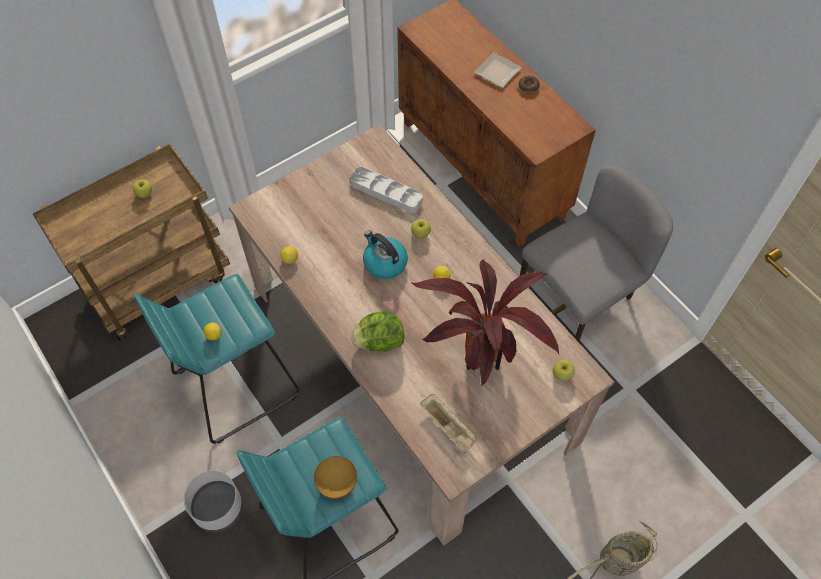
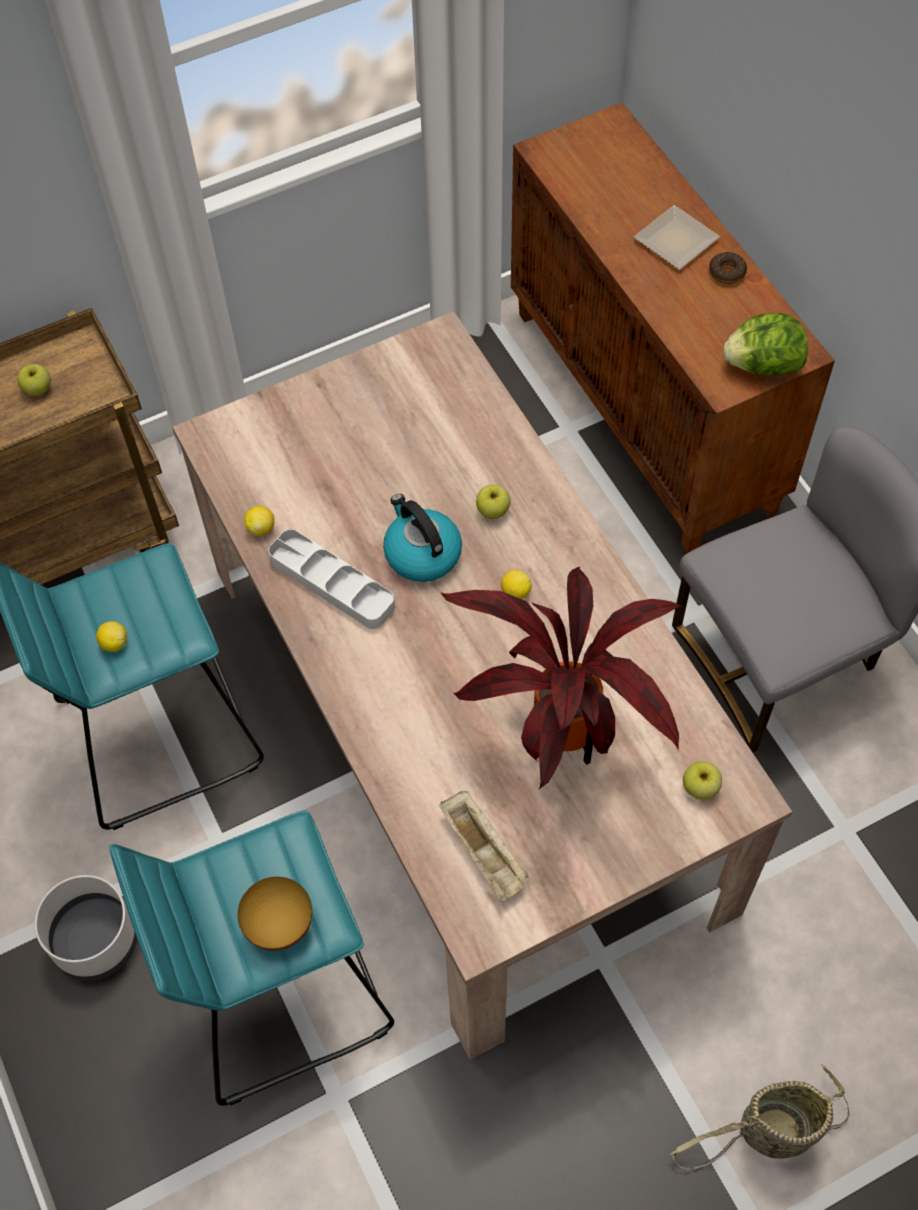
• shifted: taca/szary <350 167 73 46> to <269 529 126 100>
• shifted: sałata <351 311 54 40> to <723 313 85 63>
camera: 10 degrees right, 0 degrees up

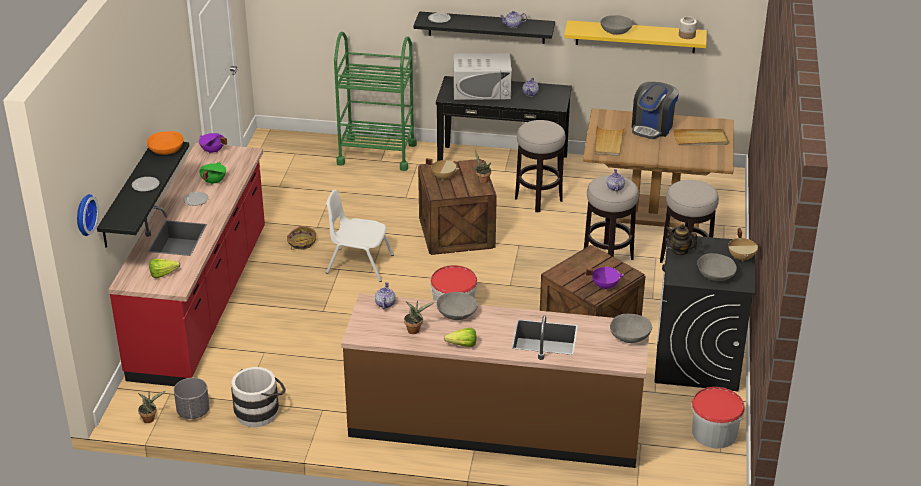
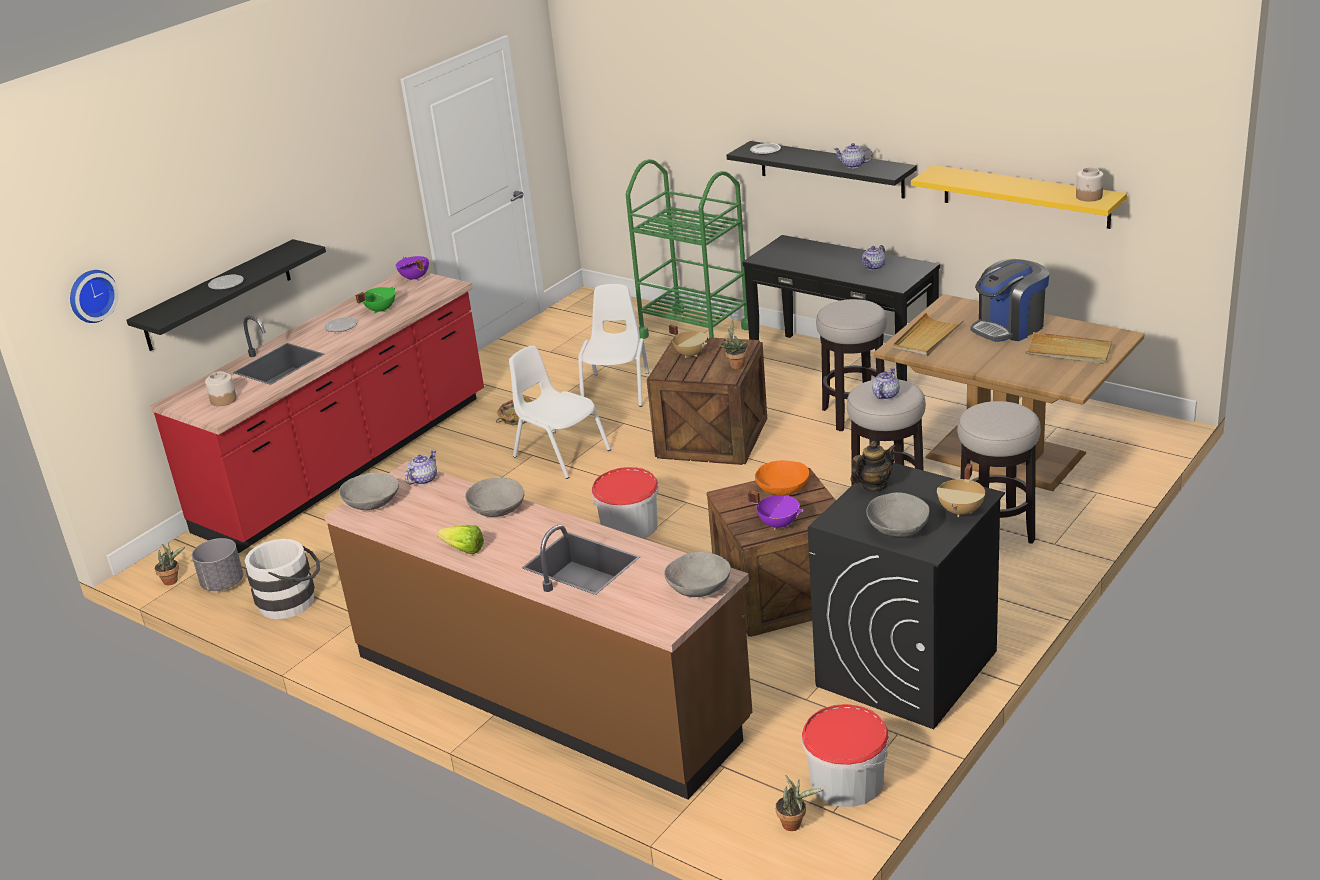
• swapped: sałata <149 259 31 19> to słoik <205 371 32 35>
• shifted: miska/szary <600 15 33 20> to <339 473 60 37>
• new: krzesło/biały <578 284 71 123>
• shifted: miska/pomarańczowy <147 131 37 24> to <755 460 54 36>
• shifted: roślina doniczkowa <404 300 31 34> to <775 775 48 56>
• rotated: imbryk <666 224 32 32> = <851 441 45 50> 90 degrees clockwise
• gone: mikrofalówka/biały <453 53 59 47>
camera: 30 degrees right, 5 degrees down

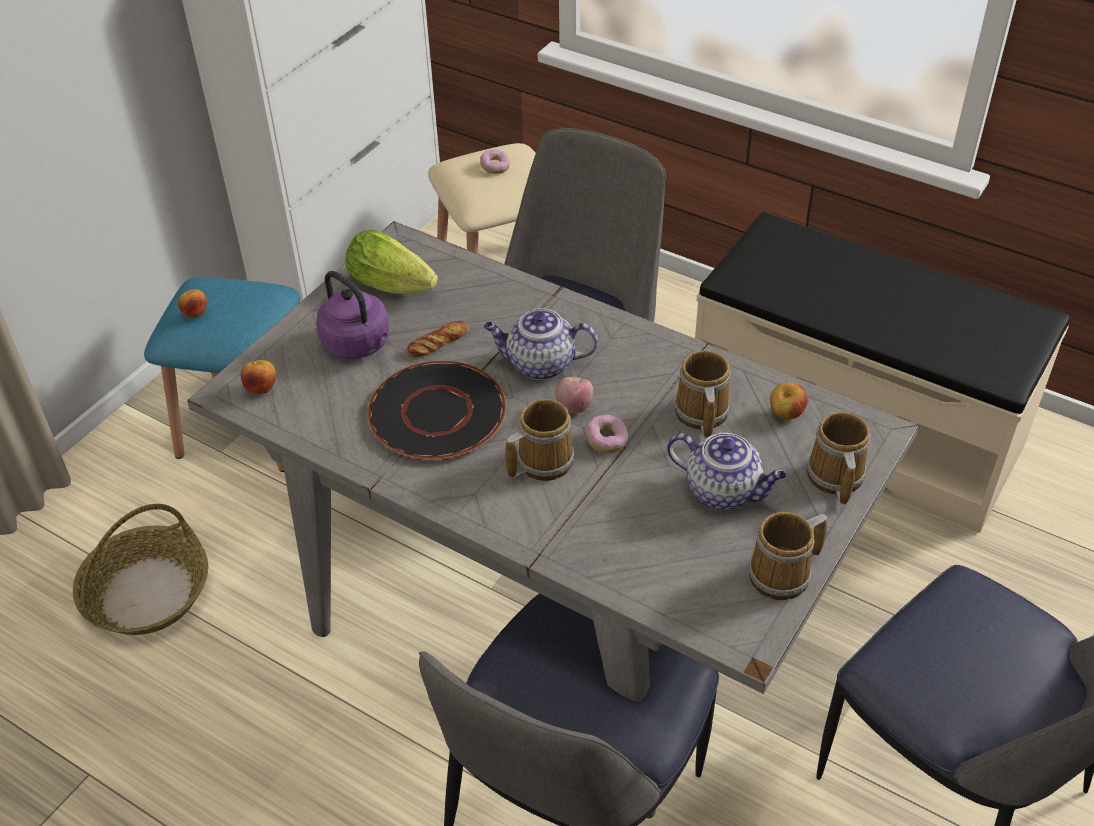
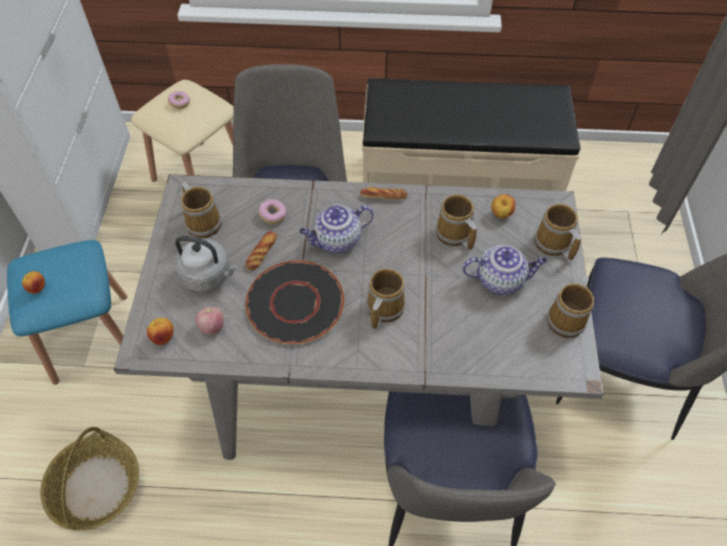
• repainted: czajnik/fioletowy <316 271 73 88> to czajnik/szary <175 236 63 56>
• swapped: sałata <346 230 92 64> to kubek <181 182 41 56>
• shifted: jabłko <555 377 38 36> to <196 307 28 28>
• shifted: donut <585 415 44 38> to <258 199 29 25>
• new: chleb <360 187 48 12>
camera: 30 degrees left, 10 degrees up

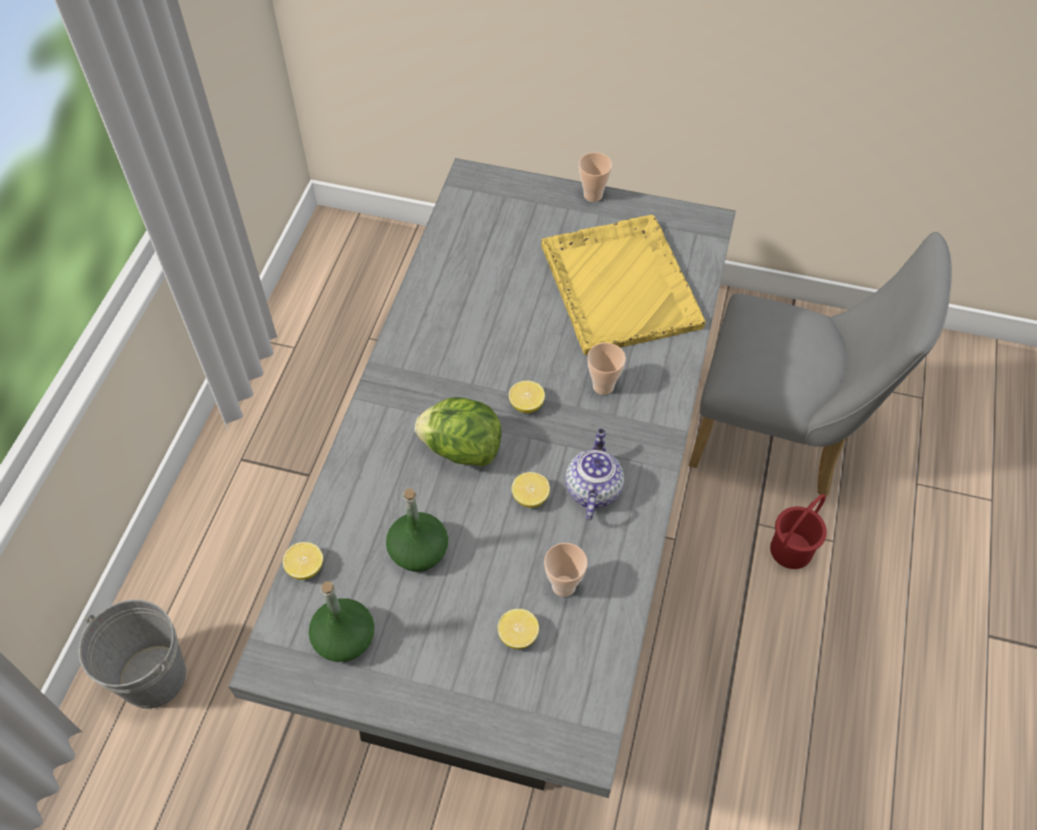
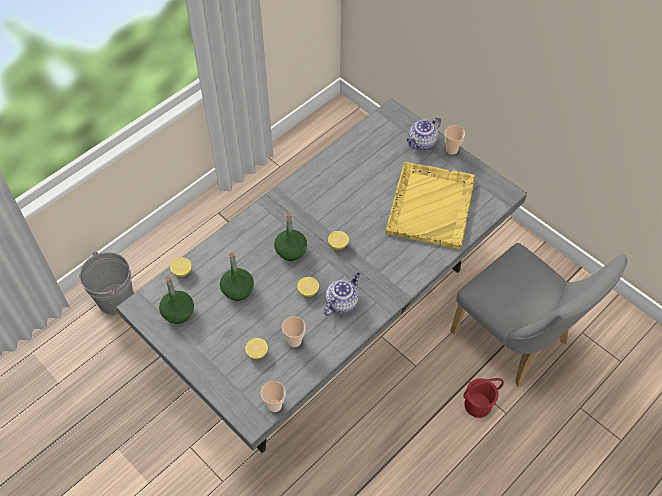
• shifted: filiżanka <587 343 39 52> to <261 381 25 31>
• swapped: sałata <415 397 86 69> to butelka/zielony <274 212 33 49>
• new: imbryk <407 117 34 33>
camera: 30 degrees right, 0 degrees up

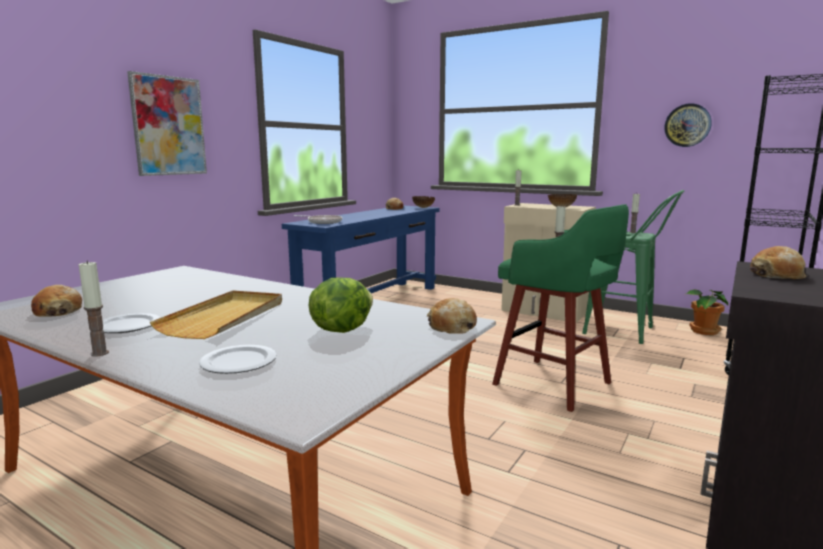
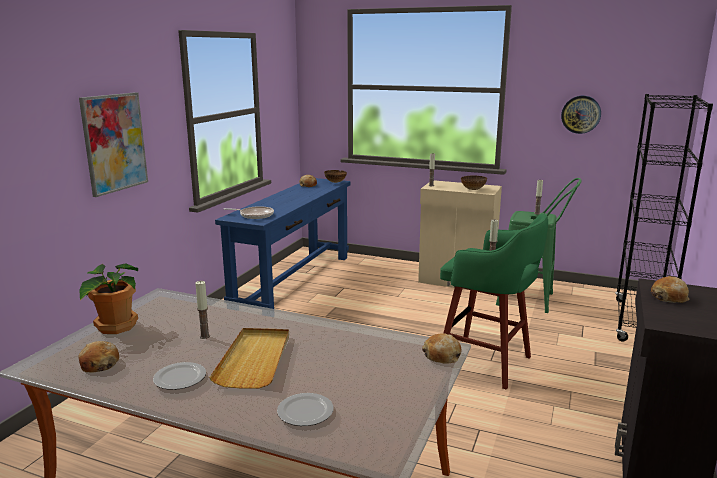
• shifted: roślina doniczkowa <686 289 42 46> to <79 263 59 71>
• shifted: świeca <79 260 30 97> to <195 281 15 58>
• gone: sałata <309 278 64 55>
camera: 10 degrees left, 5 degrees up

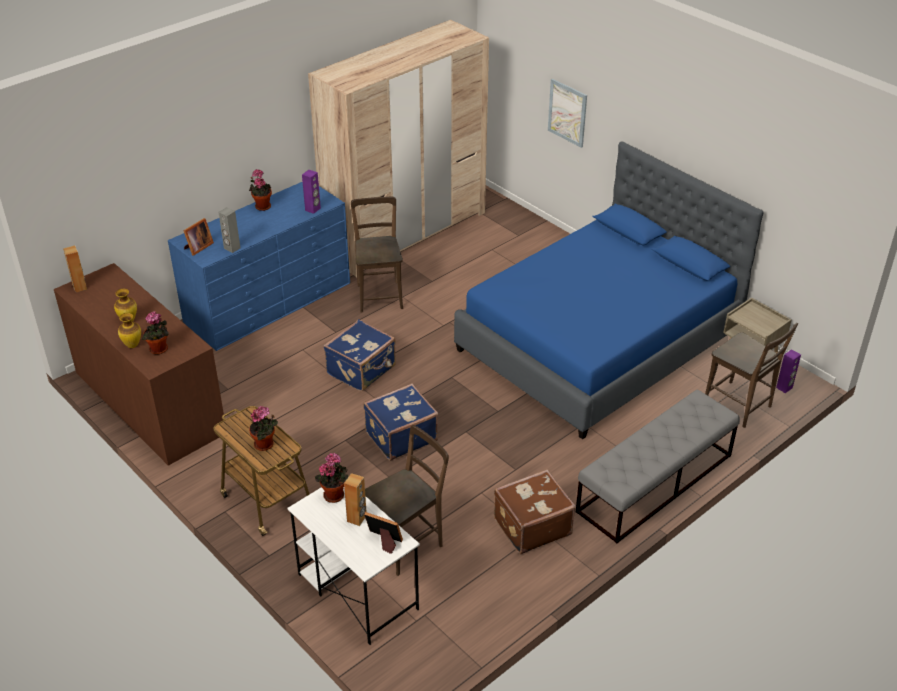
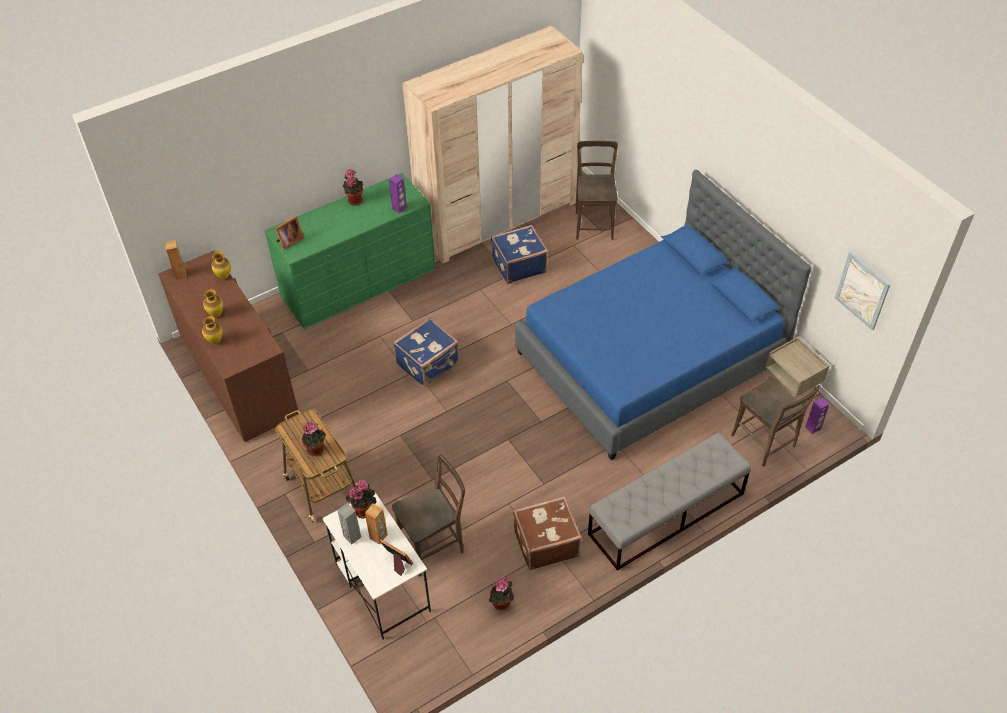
• new: wazon <212 251 19 28>
• repainted: komoda/niebieski <168 182 182 169> to komoda/zielony <265 173 171 156>
• shifted: głośnik/szary <219 207 21 46> to <337 503 24 41>
• shifted: roślina doniczkowa <142 311 27 44> to <489 577 25 34>
• shifted: walizka/niebieski <363 383 75 78> to <491 225 57 59>
• shifted: krzesło/brązowy <351 197 52 115> to <576 141 42 99>
• shifted: obraz <548 79 39 69> to <835 252 55 79>
camera: 10 degrees right, 10 degrees up

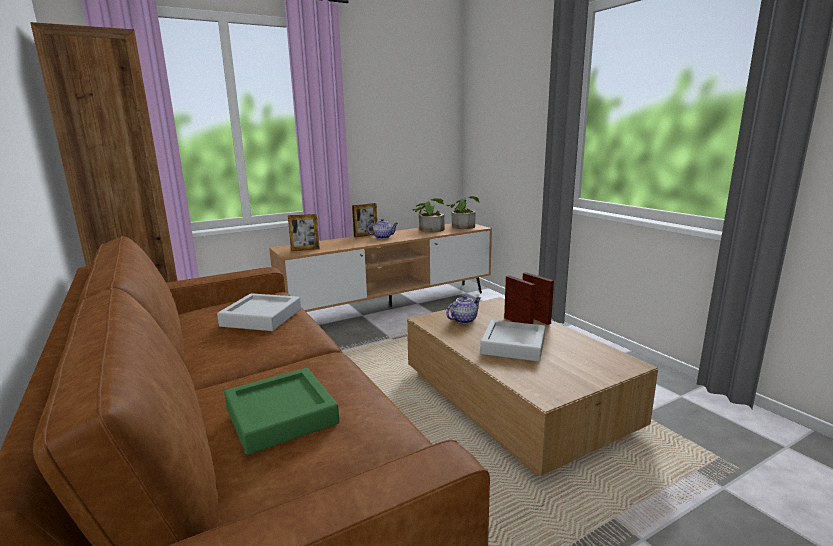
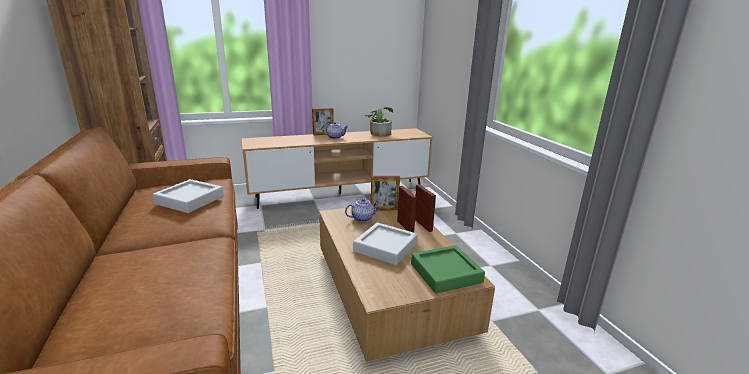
• shifted: ramka na zdjęcie <288 214 32 37> to <371 176 29 34>
• shifted: taca/zielony <224 368 115 87> to <411 245 74 49>
• gone: roślina doniczkowa <446 196 33 33>
camera: 10 degrees right, 5 degrees up

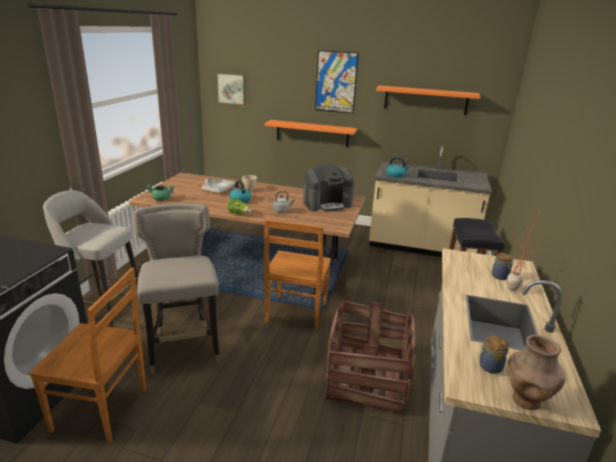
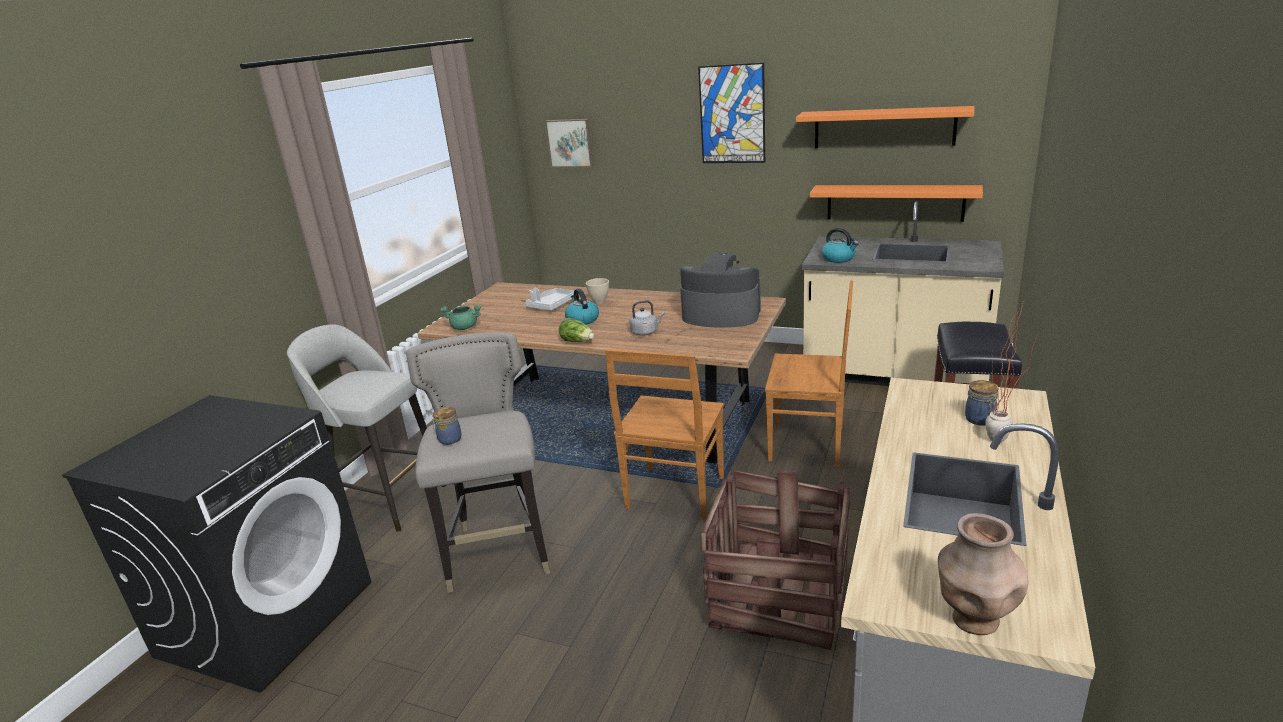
• shifted: słoik <478 335 31 39> to <431 407 31 38>
• rotated: ekspres do kawy <303 164 51 48> = <680 253 81 75> 150 degrees counterclockwise
• shifted: krzesło/brązowy <29 268 117 175> to <765 280 88 187>
• shifted: półka/pomarańczowy <265 120 92 28> to <810 185 173 37>
camera: 10 degrees right, 0 degrees up

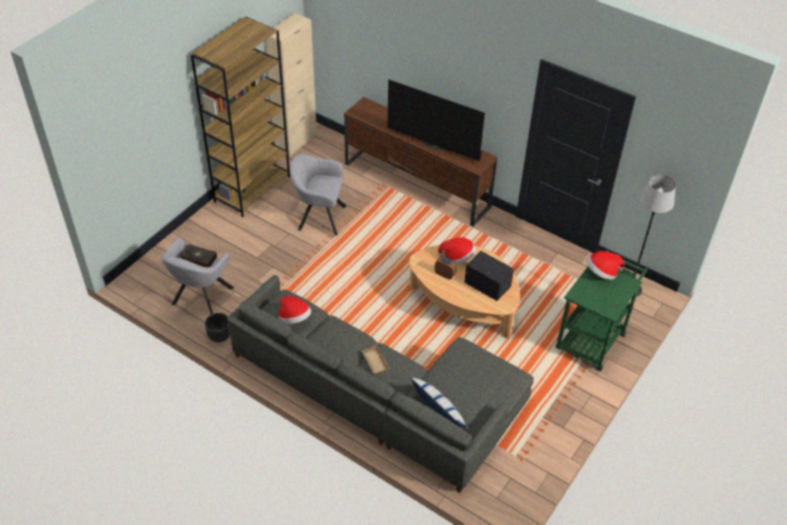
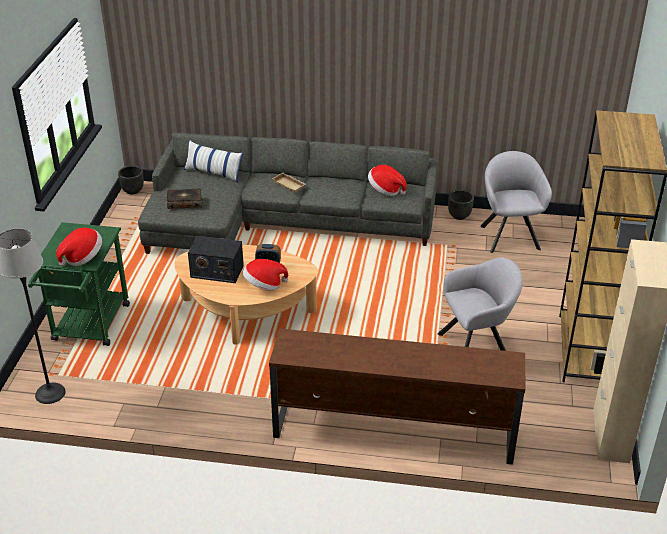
• new: donica/czarny <118 166 26 28>
• shifted: książka <180 244 37 23> to <167 188 35 21>
• gone: telewizor <387 80 98 81>
camera: 155 degrees right, 10 degrees down

